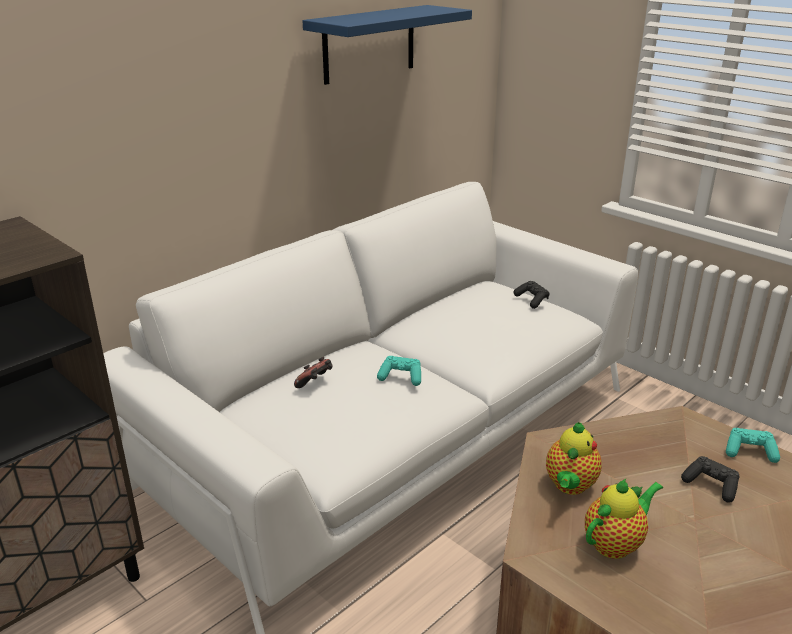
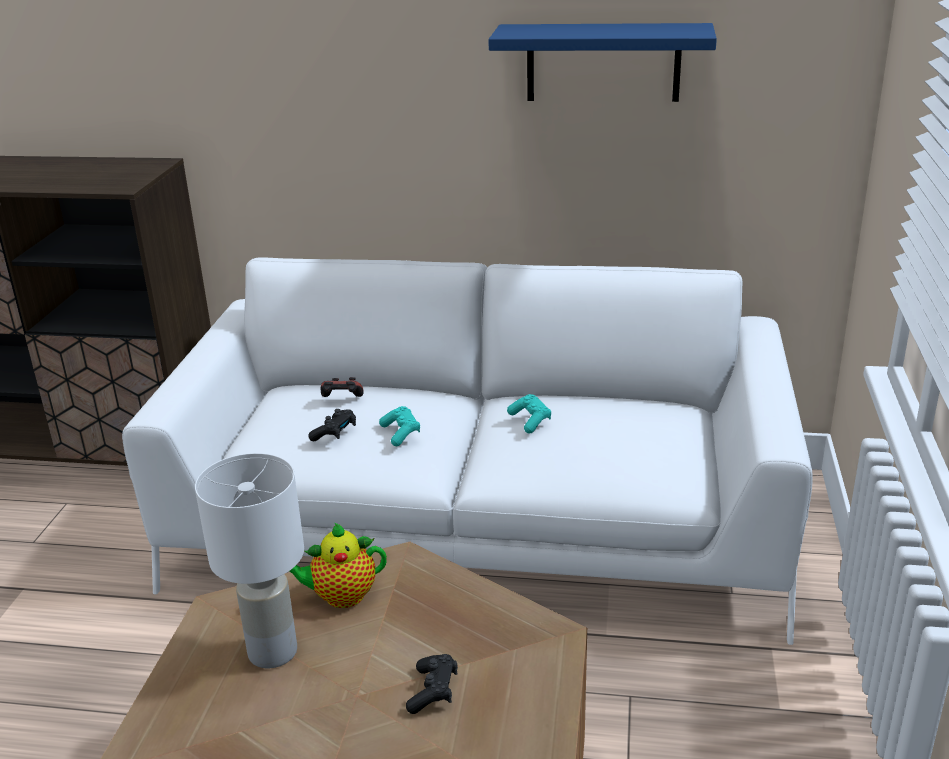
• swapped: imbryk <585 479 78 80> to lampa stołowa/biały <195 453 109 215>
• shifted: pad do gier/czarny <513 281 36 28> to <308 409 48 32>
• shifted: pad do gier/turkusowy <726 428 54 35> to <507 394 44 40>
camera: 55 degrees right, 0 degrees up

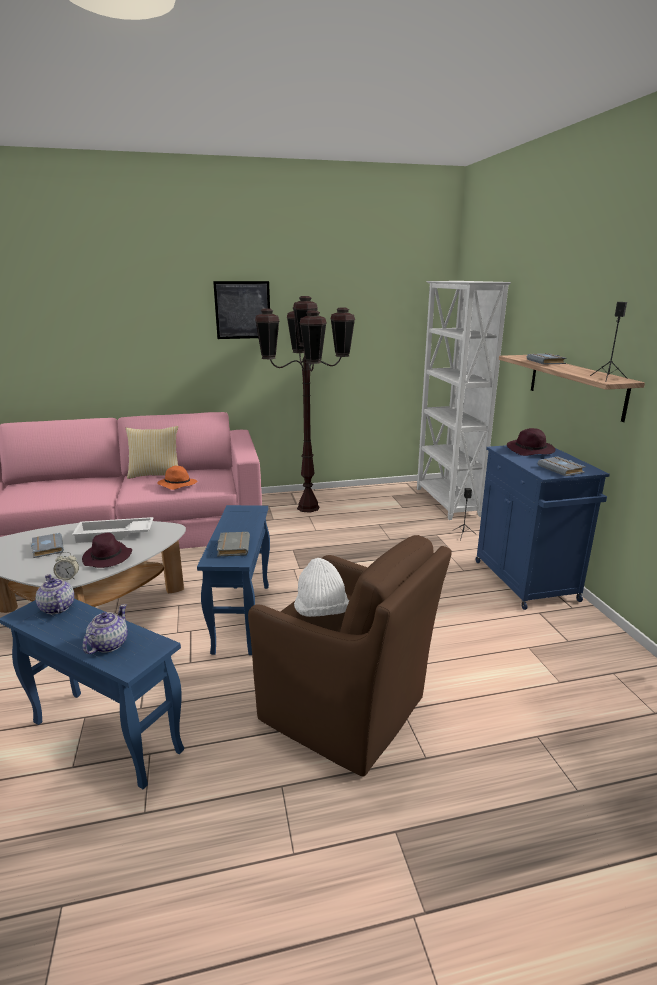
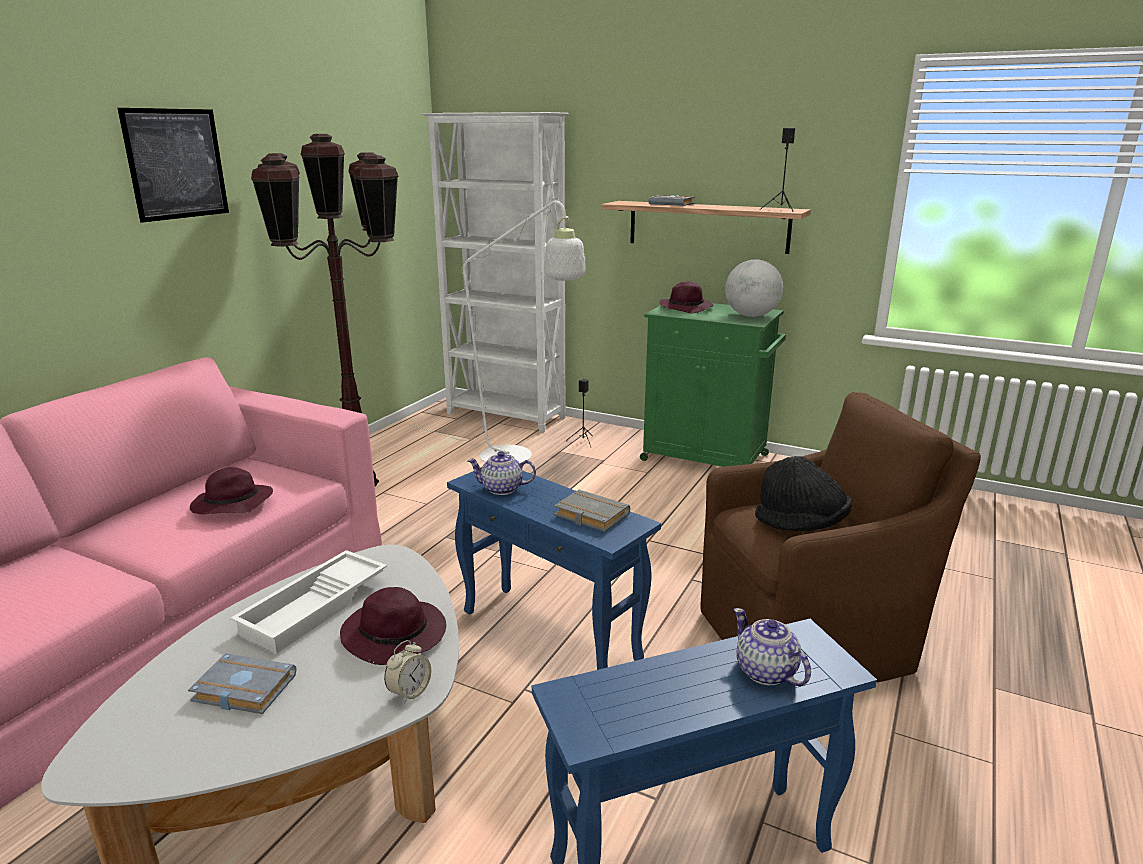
• repainted: kapelusz/pomarańczowy <157 466 40 24> to kapelusz/fioletowy <190 467 83 47>
• new: lampa stojąca/biały <408 198 178 265>
• shifted: imbryk <36 574 38 40> to <467 451 69 44>
• repainted: szafka/niebieski <476 445 134 165> to szafka/zielony <640 303 146 164>
• swapped: książka/szary <537 457 49 19> to globus <725 260 58 57>
• repainted: kapelusz/biały <294 558 55 59> to kapelusz/czarny <755 456 97 75>
• gone: poduszka <126 426 52 53>
camera: 50 degrees left, 0 degrees up

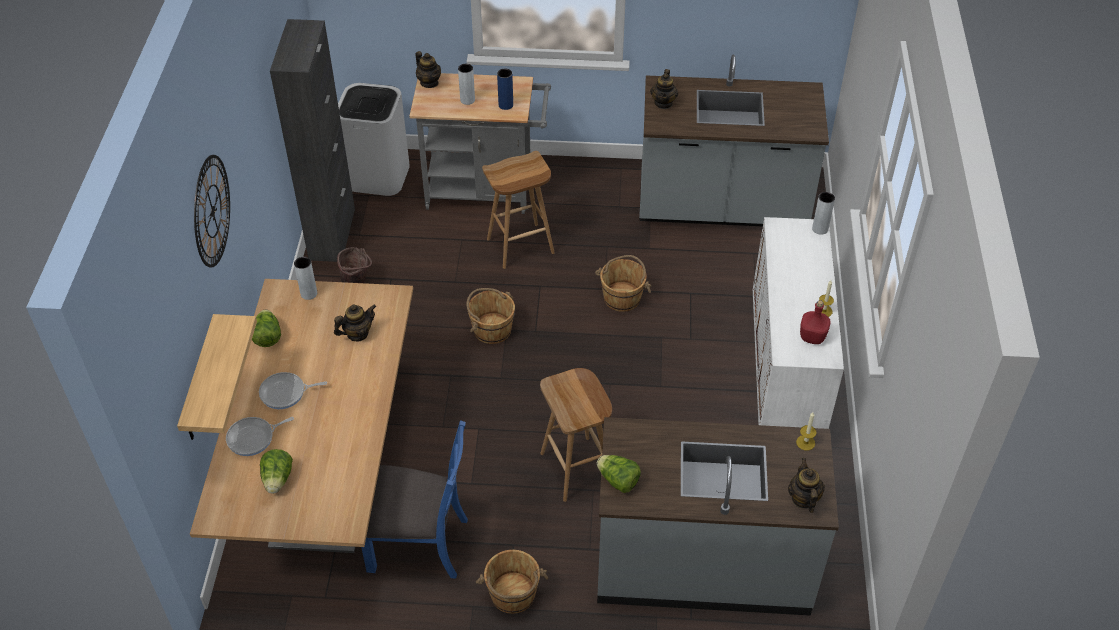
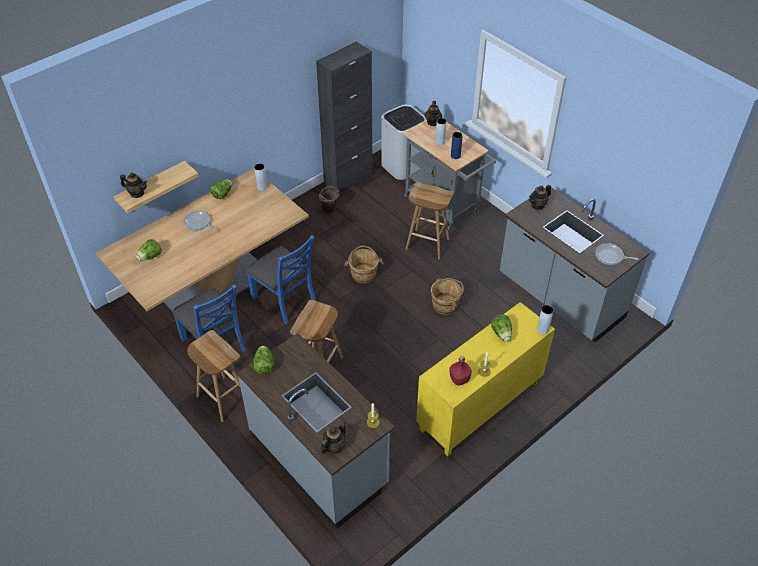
• shifted: imbryk <334 304 42 37> to <120 173 27 25>
• swapped: wiadro/brązowy <476 550 72 64> to stołek/brązowy <187 330 53 92>
• new: krzesło/niebieski <246 235 70 89>
• repainted: szafka/biały <753 217 91 212> to szafka/żółty <416 302 139 155>
• new: sałata <491 315 21 27>
• shifted: patelnia <226 417 68 39> to <595 243 44 22>
• gone: zegar ścienny <194 155 36 113>
camera: 45 degrees right, 0 degrees up

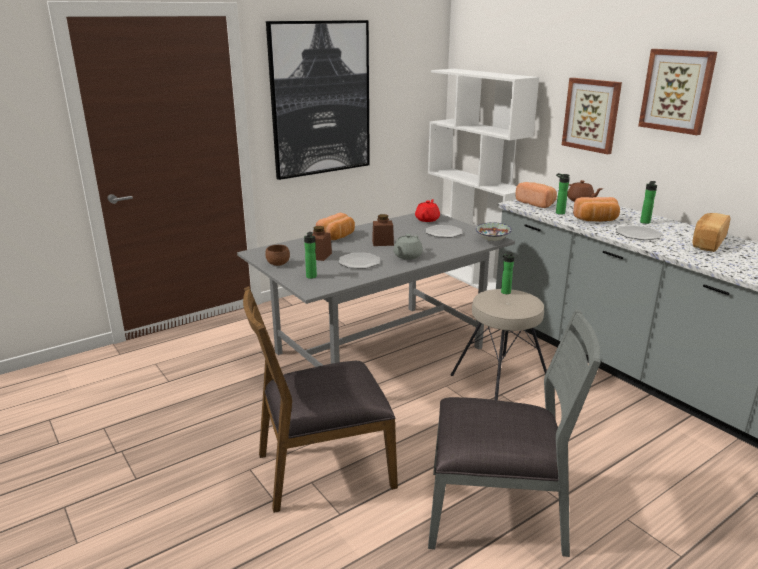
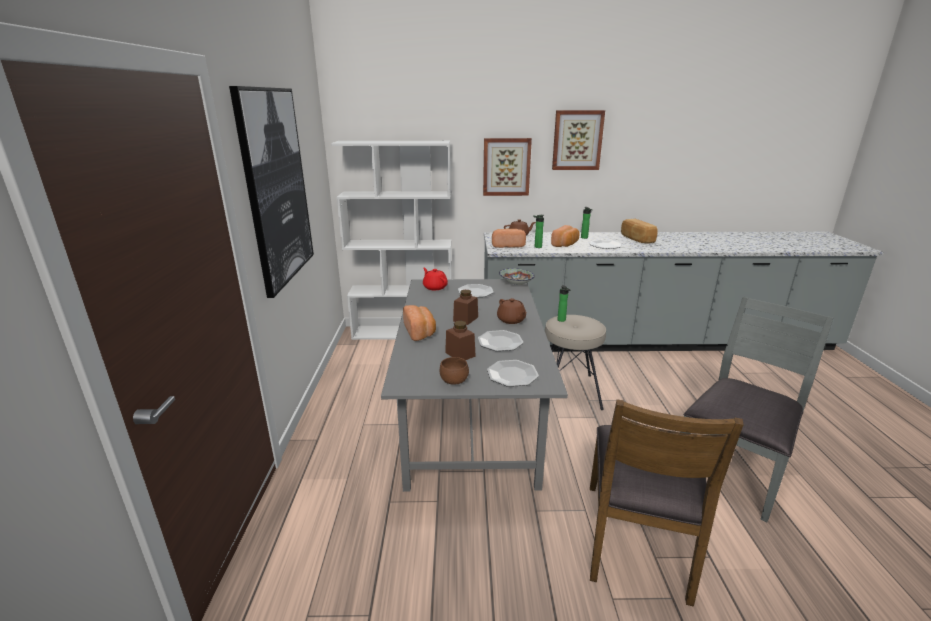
• swapped: butelka <304 232 13 47> to talerz <487 360 52 27>
• repainted: imbryk/szary <393 234 30 26> to imbryk/brązowy <497 298 29 26>
camera: 55 degrees left, 0 degrees up

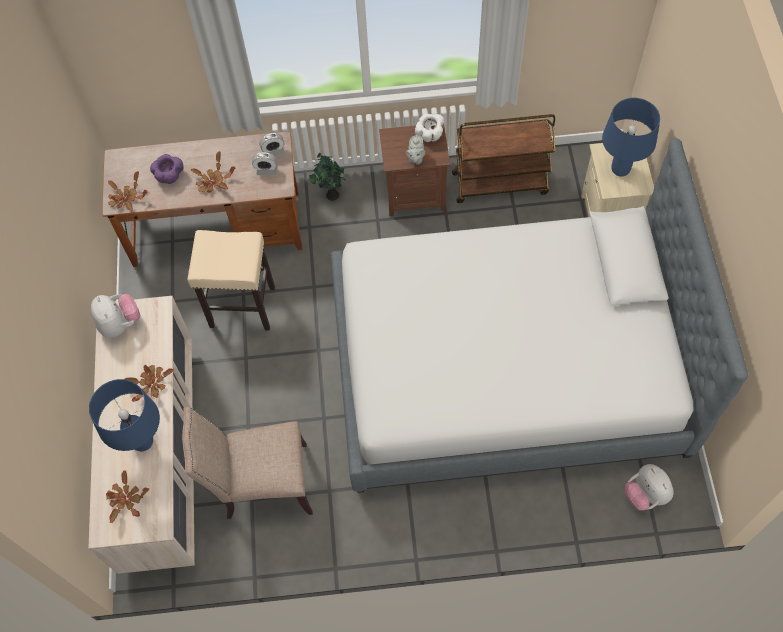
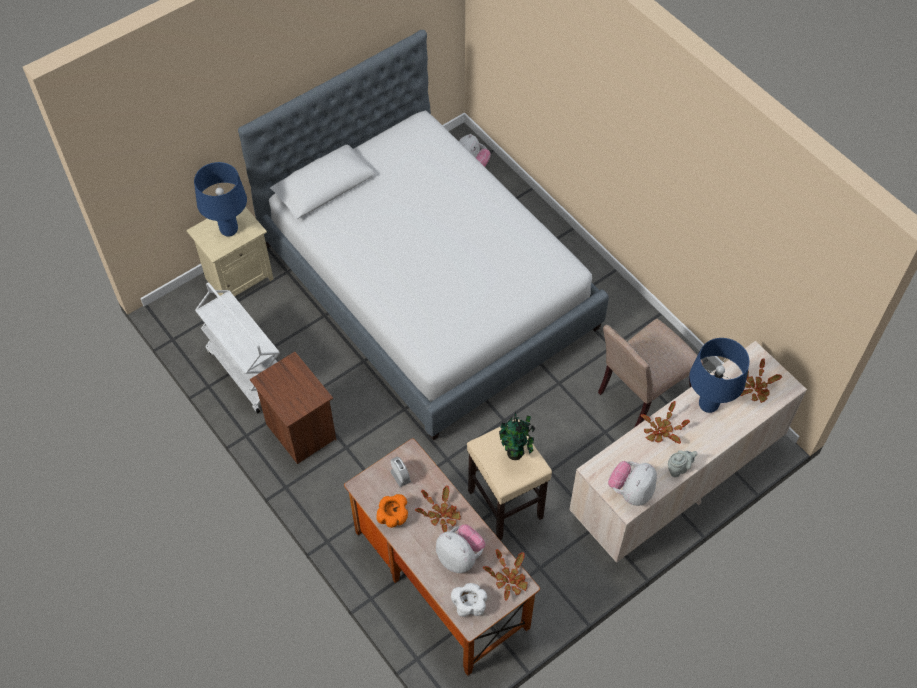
• repainted: wózek/brązowy <452 114 103 89> to wózek/biały <195 282 85 132>
• new: miska/pomarańczowy <376 494 32 34>
• swapped: miska/fioletowy <150 154 34 30> to pluszak <436 524 49 49>
• shifted: miska/biały <415 114 29 28> to <451 583 36 34>
• shifted: roślina doniczkowa <309 153 37 48> to <499 412 36 48>
• rotated: krzesło/beżowy <182 406 131 113> = <598 319 105 109> 90 degrees clockwise
• shifted: imbryk/szary <406 135 19 30> to <668 450 30 27>
• gone: budzik <259 133 25 23>
camera: 125 degrees left, 5 degrees down

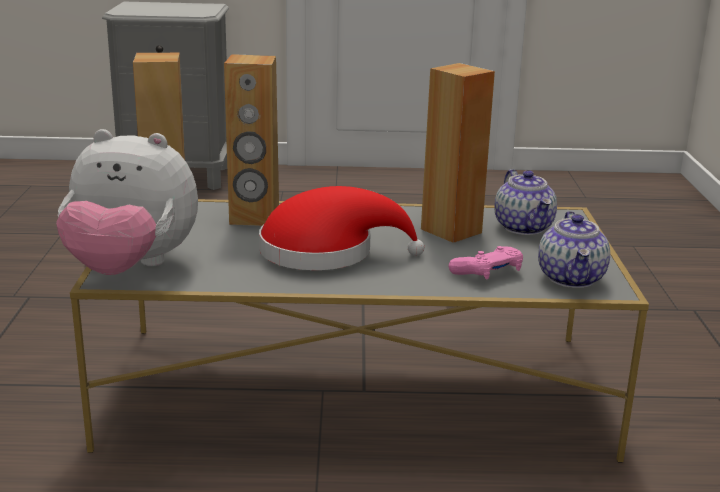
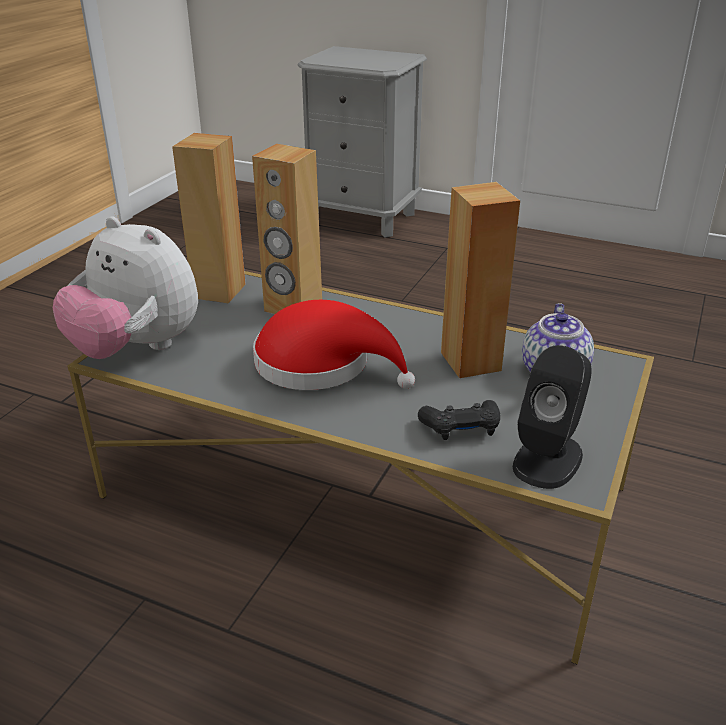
• repainted: pad do gier/różowy <449 246 74 34> to pad do gier/czarny <418 400 82 40>
• swapped: imbryk <538 211 72 77> to głośnik/czarny <513 345 79 144>
camera: 25 degrees right, 10 degrees up

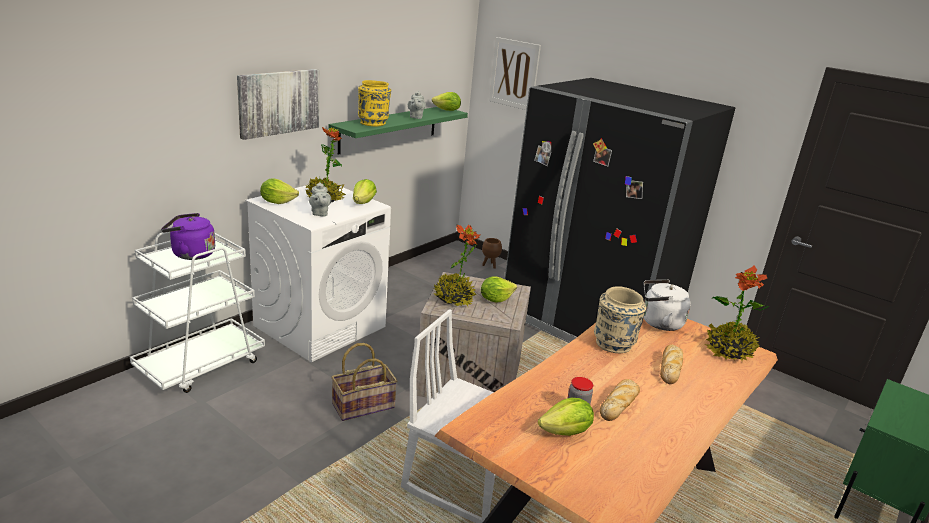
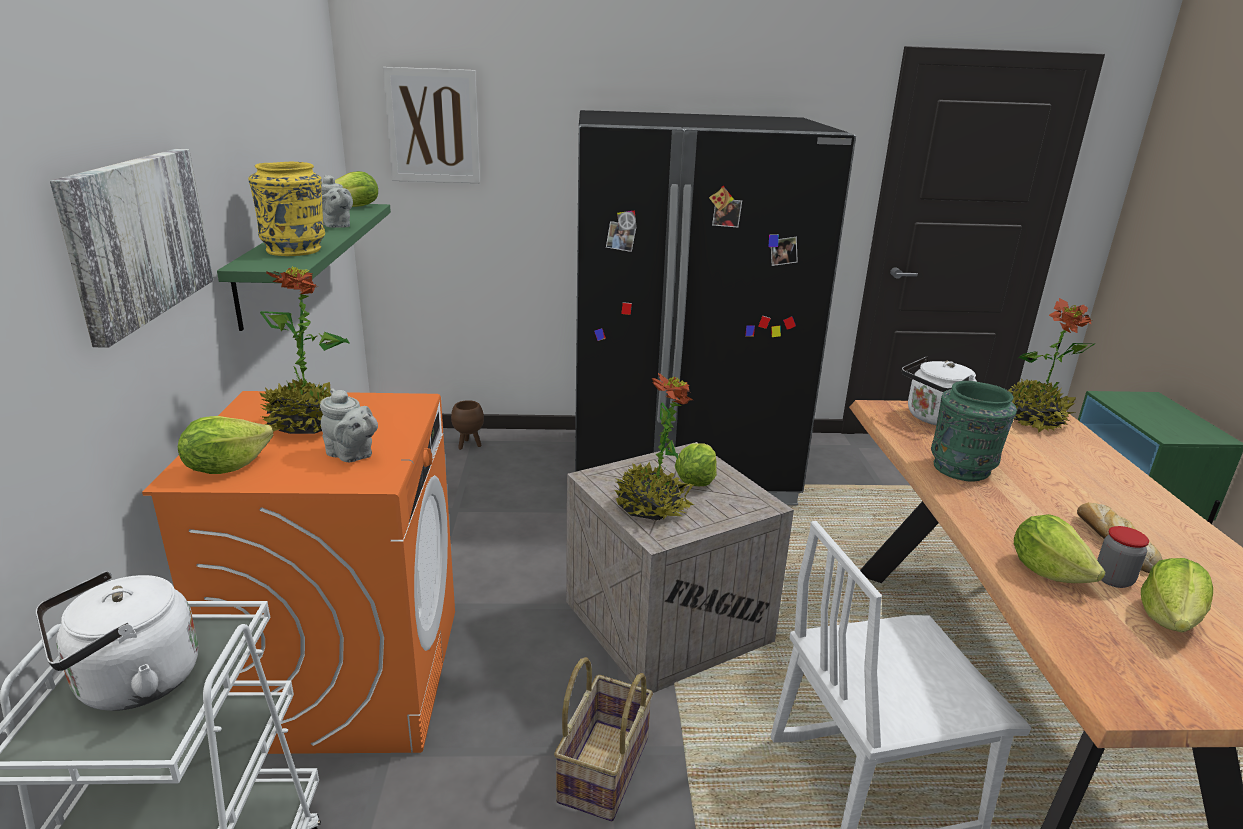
• repainted: czajnik/fioletowy <161 213 54 47> to czajnik/biały <36 571 162 140>
• repainted: pralka/biały <245 185 146 177> to pralka/pomarańczowy <142 391 313 363>
• repainted: wazon/beżowy <594 286 53 67> to wazon/zielony <931 381 86 101>
• shifted: sałata <353 179 24 25> to <1014 514 92 69>
• gone: chleb <660 345 23 39>
camera: 40 degrees left, 0 degrees up

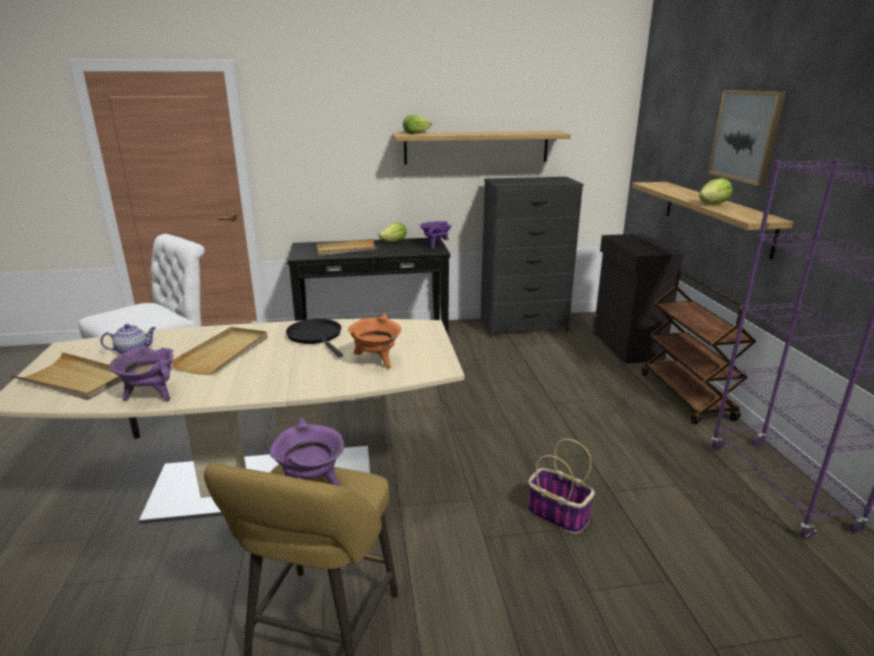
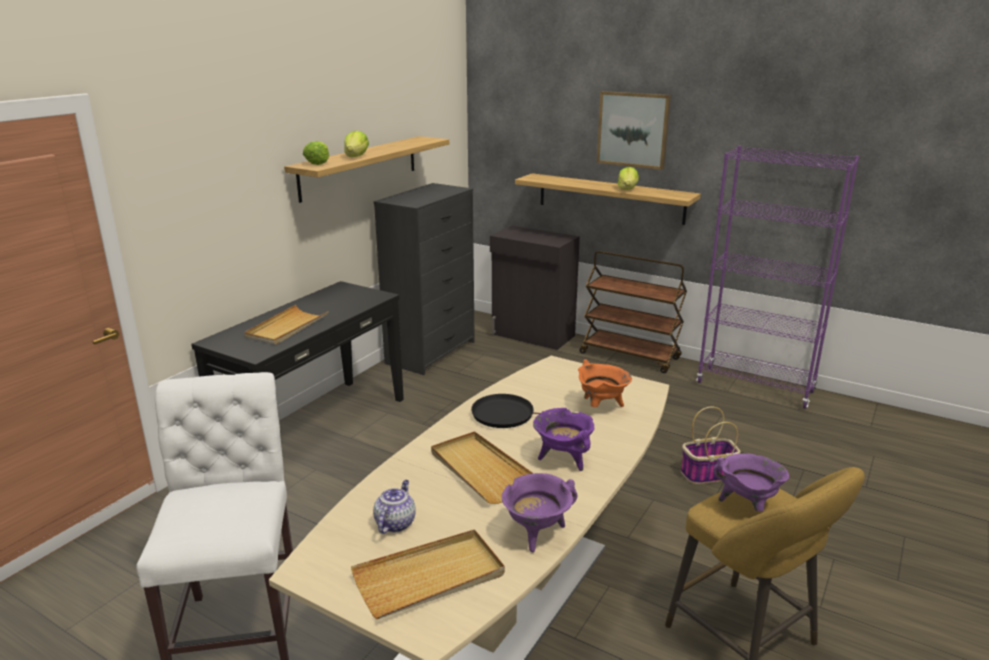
• shifted: sałata <379 222 28 20> to <344 131 25 26>
• shifted: garnek/fioletowy <420 221 32 29> to <533 408 61 63>
camera: 50 degrees left, 0 degrees up

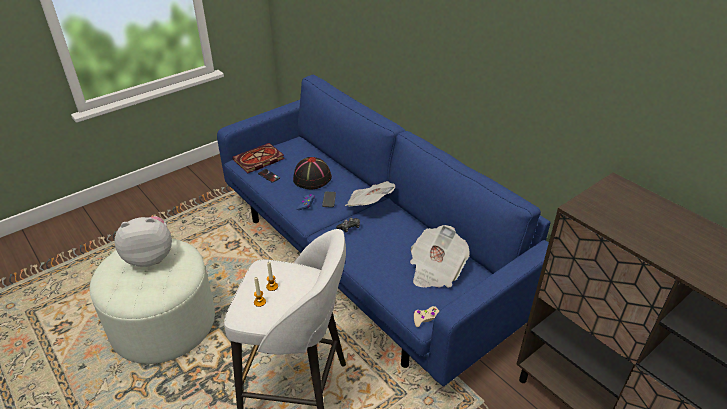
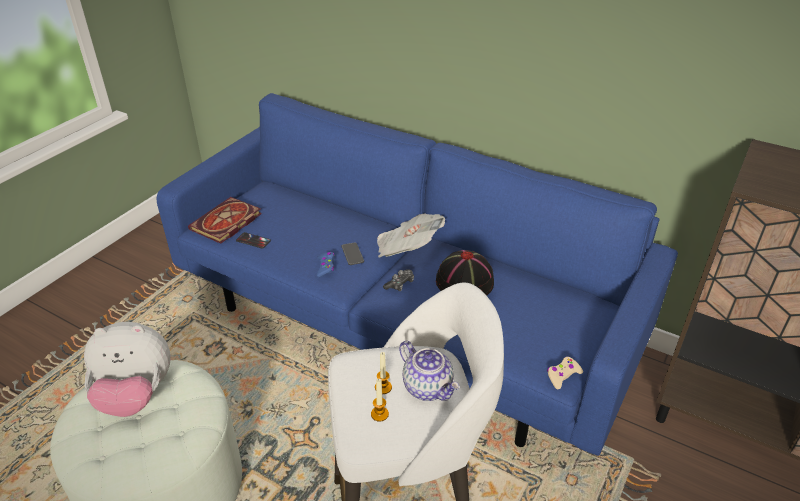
• rotated: pluszak <115 216 57 51> = <84 322 87 95> 150 degrees counterclockwise
• new: imbryk <399 341 60 60>
• shifted: kapelusz/czarny <293 157 39 32> to <436 250 58 46>
• gone: gazeta <410 225 60 63>
camera: 20 degrees left, 0 degrees up

